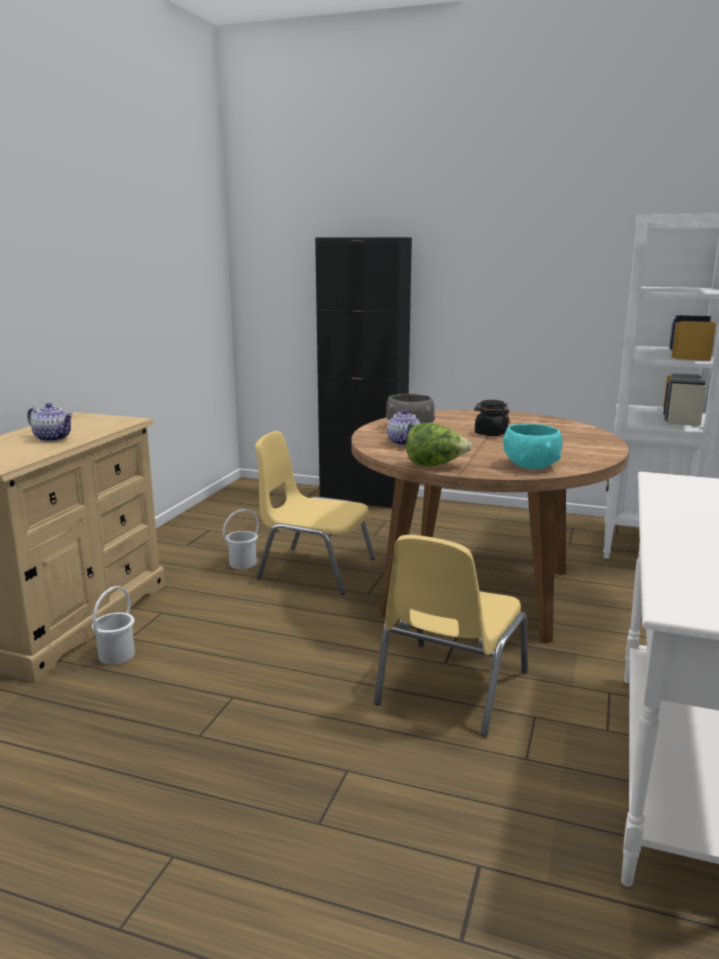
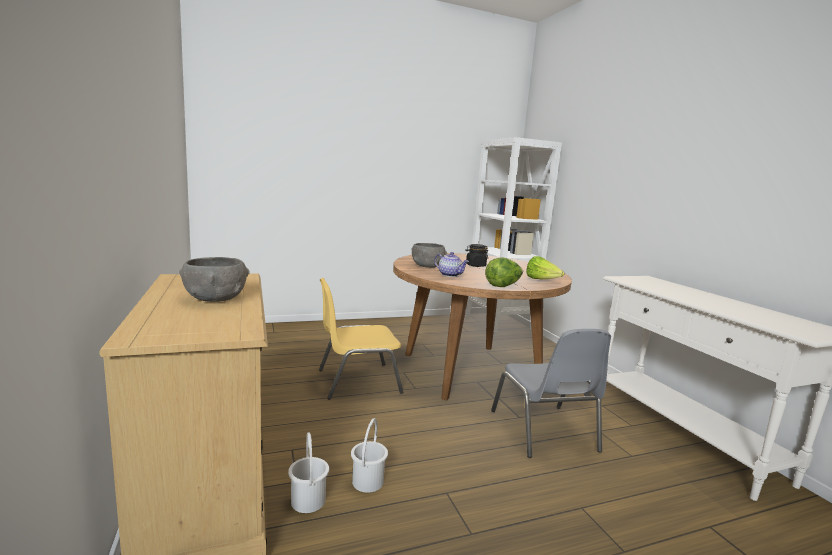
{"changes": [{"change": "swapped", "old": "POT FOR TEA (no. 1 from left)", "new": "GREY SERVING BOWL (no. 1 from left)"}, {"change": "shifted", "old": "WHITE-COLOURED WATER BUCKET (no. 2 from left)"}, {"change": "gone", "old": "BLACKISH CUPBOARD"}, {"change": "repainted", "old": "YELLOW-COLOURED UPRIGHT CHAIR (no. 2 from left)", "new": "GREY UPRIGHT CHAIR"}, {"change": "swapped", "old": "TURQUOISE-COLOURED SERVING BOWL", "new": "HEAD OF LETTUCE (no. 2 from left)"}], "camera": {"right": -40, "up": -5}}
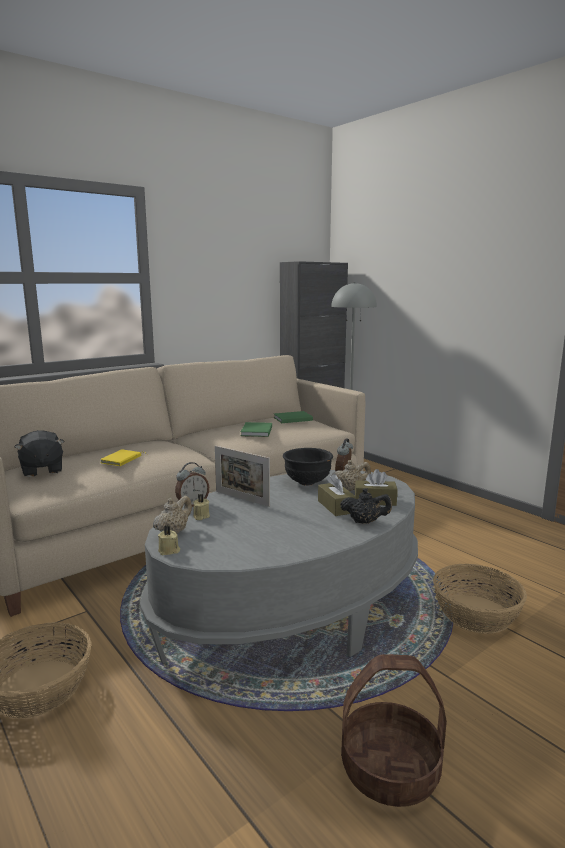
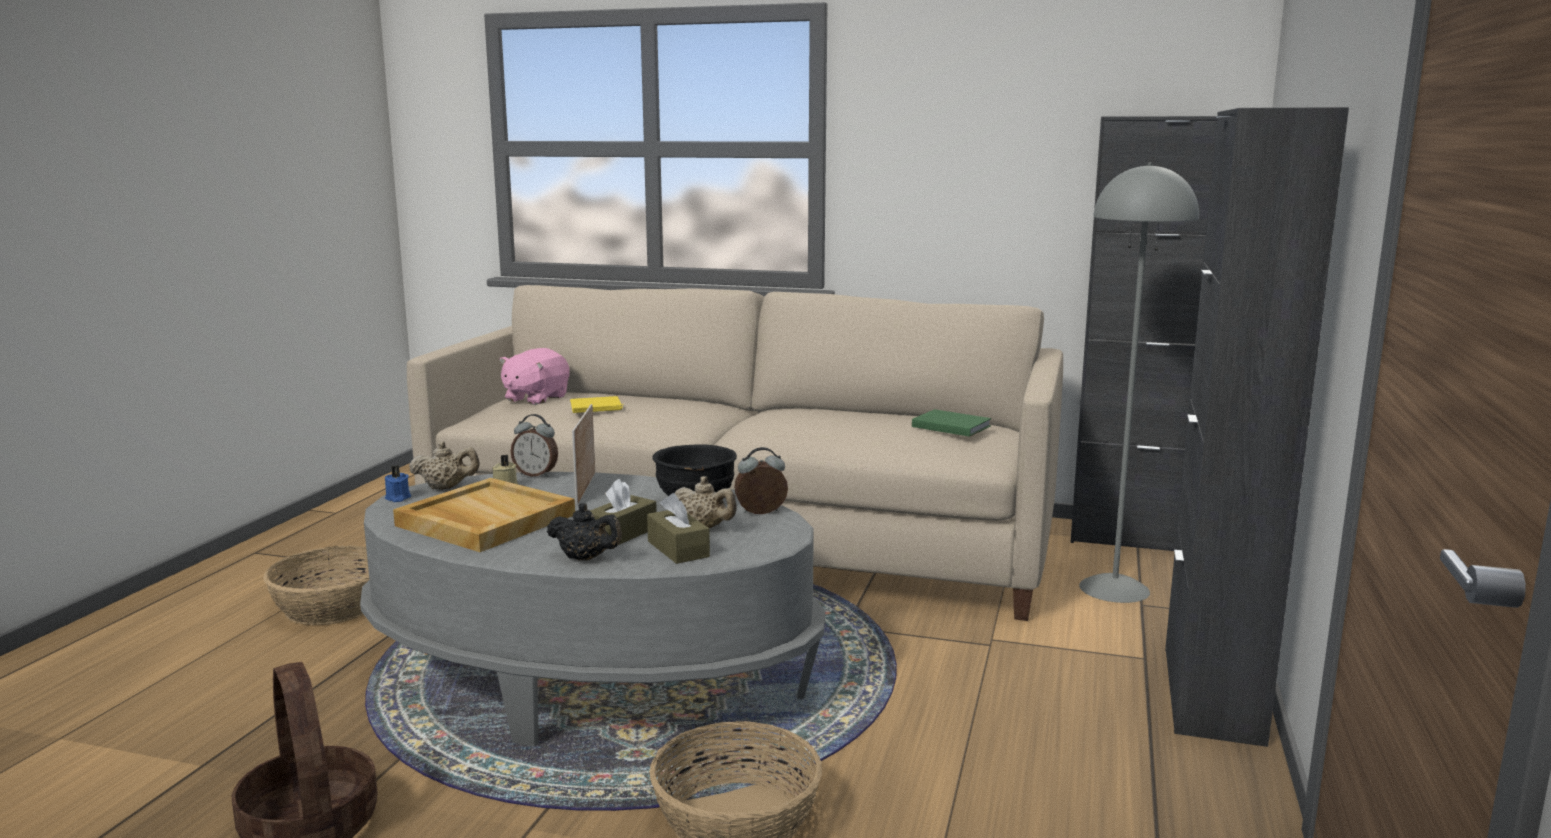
{"changes": [{"change": "repainted", "old": "BLACKISH SOFT TOY", "new": "PINK-COLOURED SOFT TOY"}, {"change": "repainted", "old": "BEIGE WAX CANDLE (no. 1 from left)", "new": "BLUE-COLOURED WAX CANDLE"}, {"change": "gone", "old": "GREEN BOOK (no. 1 from left)"}, {"change": "rotated", "old": "BLACKISH POT FOR TEA", "degrees": -45}, {"change": "new", "new": "BEIGE SERVING TRAY"}, {"change": "new", "new": "BLACKISH CUPBOARD (no. 2 from left)"}], "camera": {"right": 55, "up": 0}}
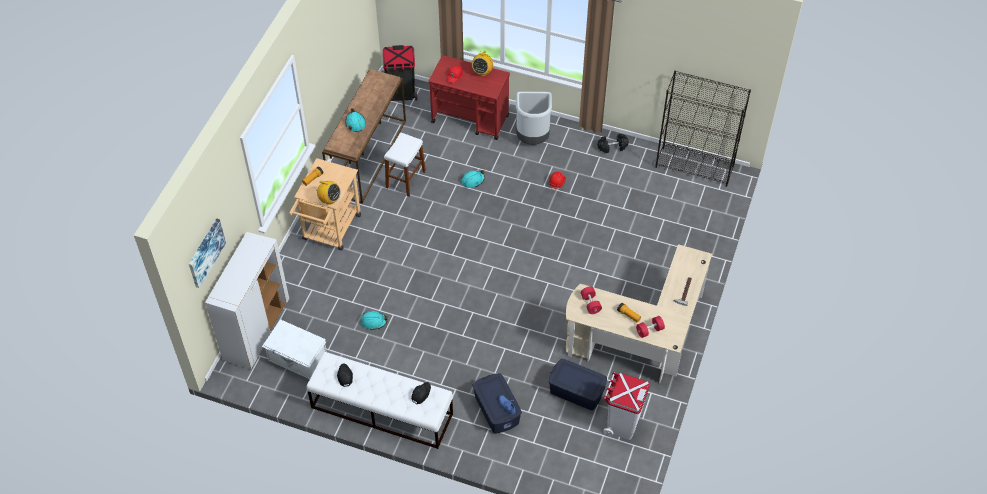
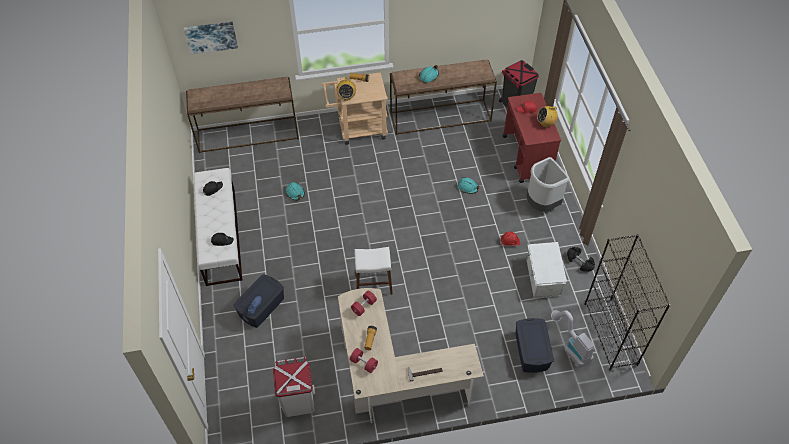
{"changes": [{"change": "swapped", "old": "WHITE-COLOURED CUPBOARD", "new": "BROWNISH NARROW TABLE (no. 1 from left)"}, {"change": "shifted", "old": "WHITE-COLOURED STORAGE BIN"}, {"change": "shifted", "old": "WHITE-COLOURED SITTING STOOL"}, {"change": "shifted", "old": "BLUE-COLOURED STORAGE BIN (no. 2 from left)"}, {"change": "new", "new": "VACUUM CLEANER"}], "camera": {"right": 60, "up": 0}}
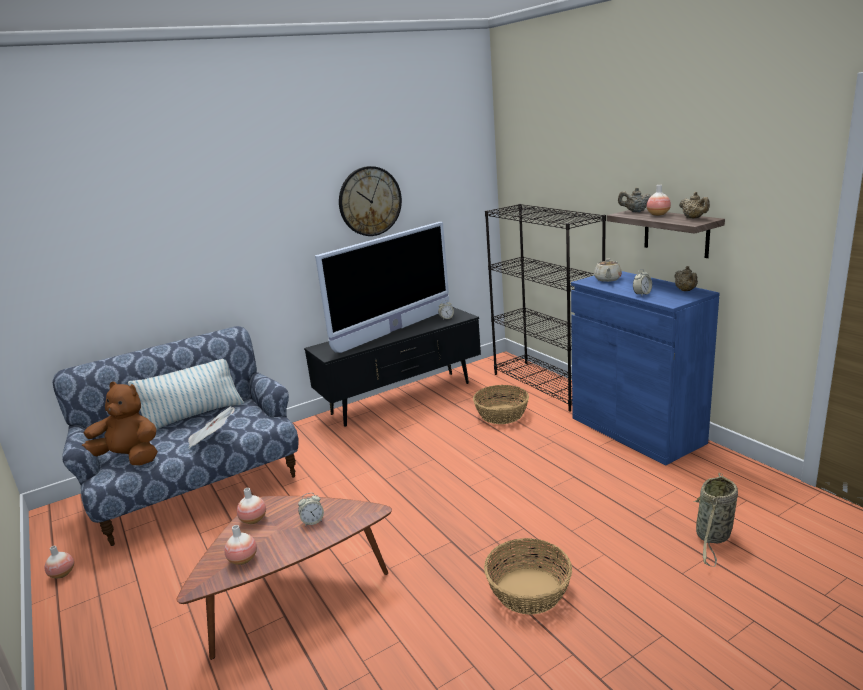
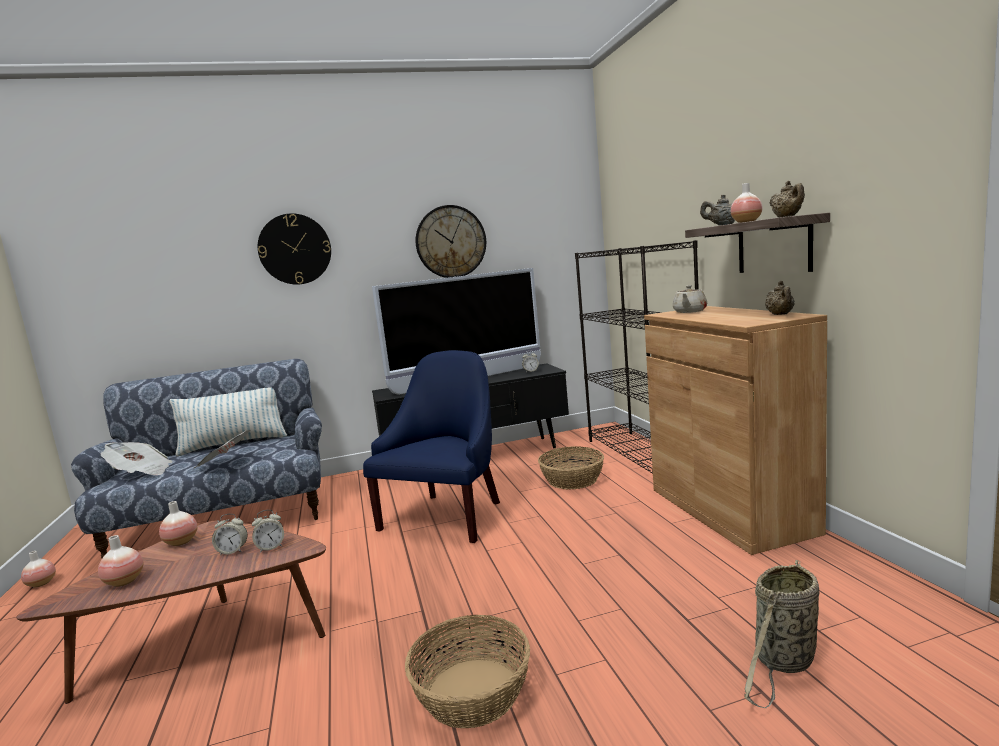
{"changes": [{"change": "swapped", "old": "BROWNISH SOFT TOY", "new": "NEWSPAPER (no. 1 from left)"}, {"change": "repainted", "old": "BLUE-COLOURED CUPBOARD", "new": "BROWNISH CUPBOARD"}, {"change": "shifted", "old": "BEDSIDE CLOCK (no. 3 from left in the first image)", "new": "BEDSIDE CLOCK (no. 2 from left)"}, {"change": "new", "new": "WALL CLOCK (no. 1 from left)"}, {"change": "new", "new": "BLUE-COLOURED ARMCHAIR"}], "camera": {"right": 15, "up": -10}}
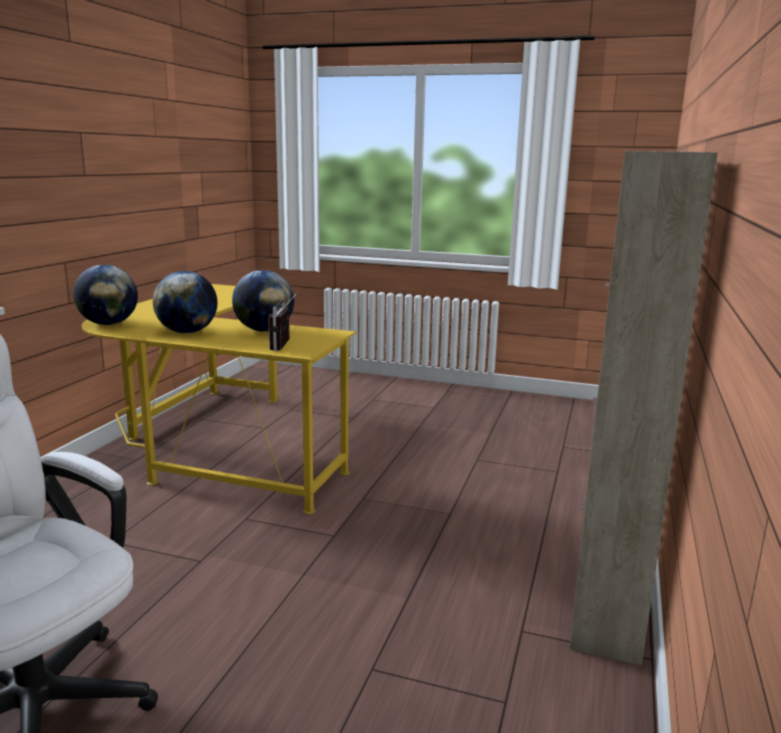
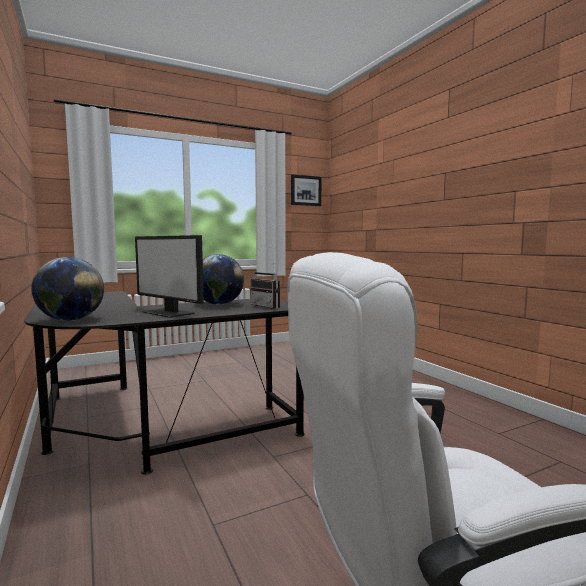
{"changes": [{"change": "repainted", "old": "YELLOW-COLOURED DESK UNIT", "new": "BLACKISH DESK UNIT"}, {"change": "swapped", "old": "WORLD GLOBE (no. 2 from left)", "new": "MONITOR"}, {"change": "gone", "old": "BEIGE CUPBOARD"}, {"change": "new", "new": "WALL PICTURE"}], "camera": {"right": -45, "up": -10}}
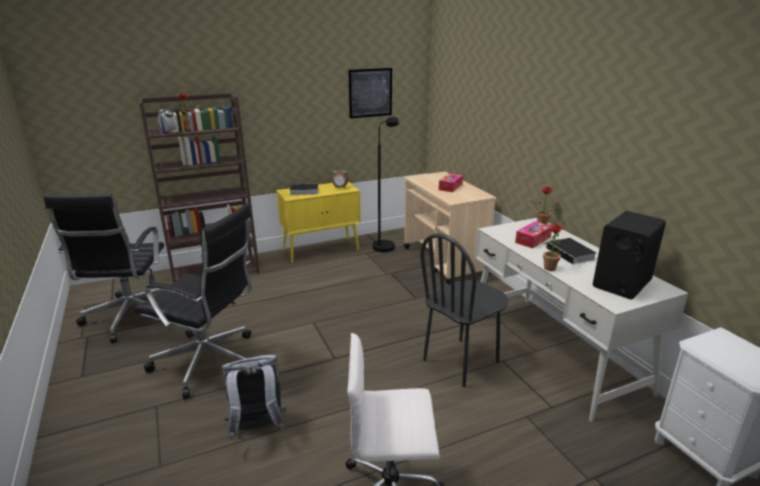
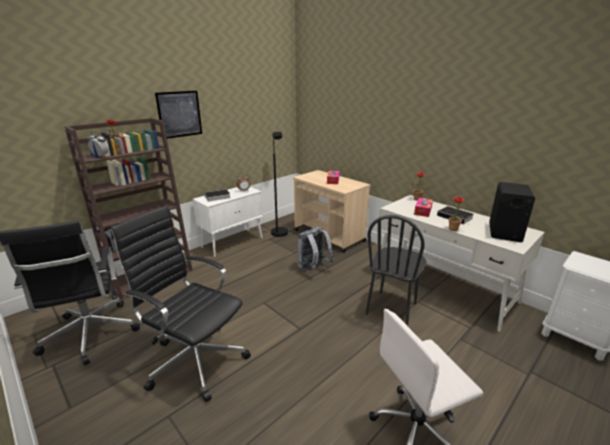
{"changes": [{"change": "rotated", "old": "BLACKISH COMPUTER CHAIR (no. 2 from left)", "degrees": -150}, {"change": "shifted", "old": "GREY BACKPACK"}, {"change": "repainted", "old": "YELLOW-COLOURED CUPBOARD", "new": "WHITE-COLOURED CUPBOARD"}, {"change": "shifted", "old": "WALL PICTURE"}], "camera": {"right": -20, "up": 0}}
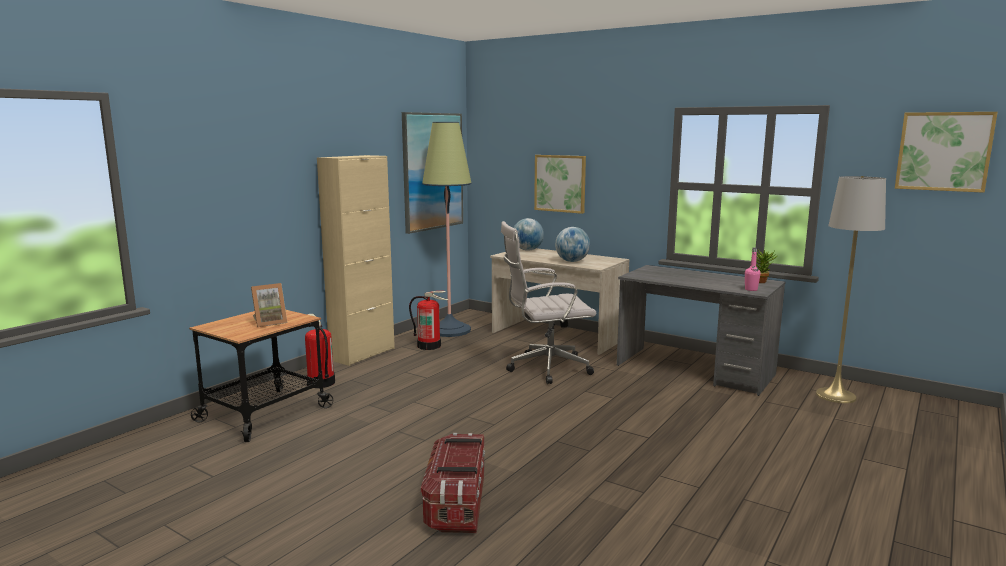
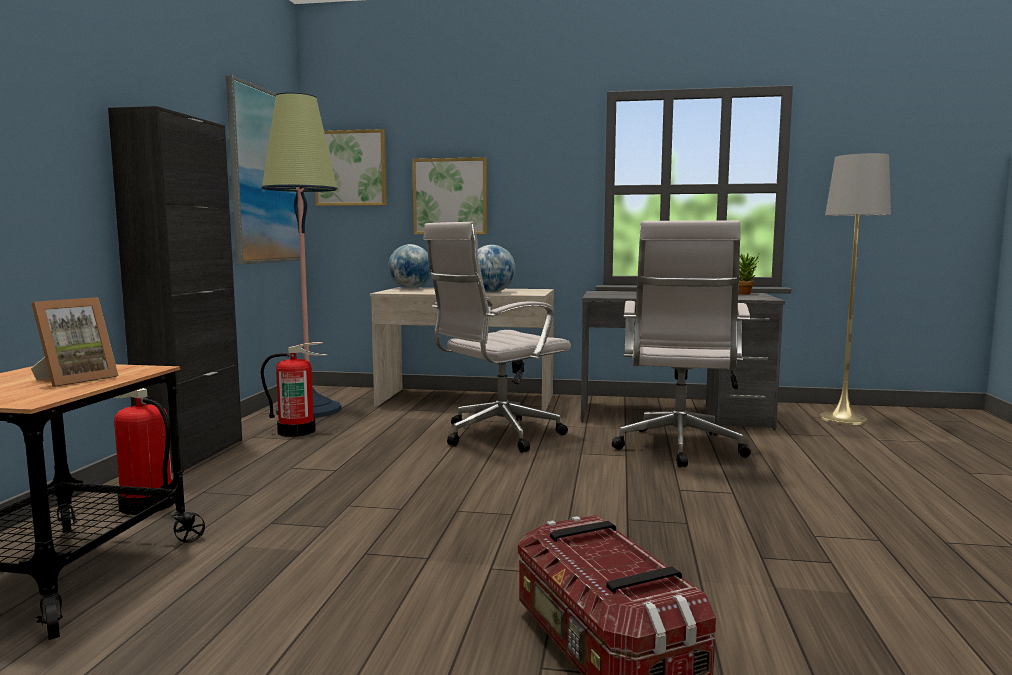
{"changes": [{"change": "repainted", "old": "BEIGE CUPBOARD", "new": "BLACKISH CUPBOARD"}, {"change": "gone", "old": "PINK-COLOURED DRINK BOTTLE"}, {"change": "shifted", "old": "WALL PICTURE (no. 3 from left in the first image)", "new": "WALL PICTURE (no. 2 from left)"}, {"change": "new", "new": "WHITE-COLOURED COMPUTER CHAIR (no. 2 from left)"}], "camera": {"right": -25, "up": -5}}
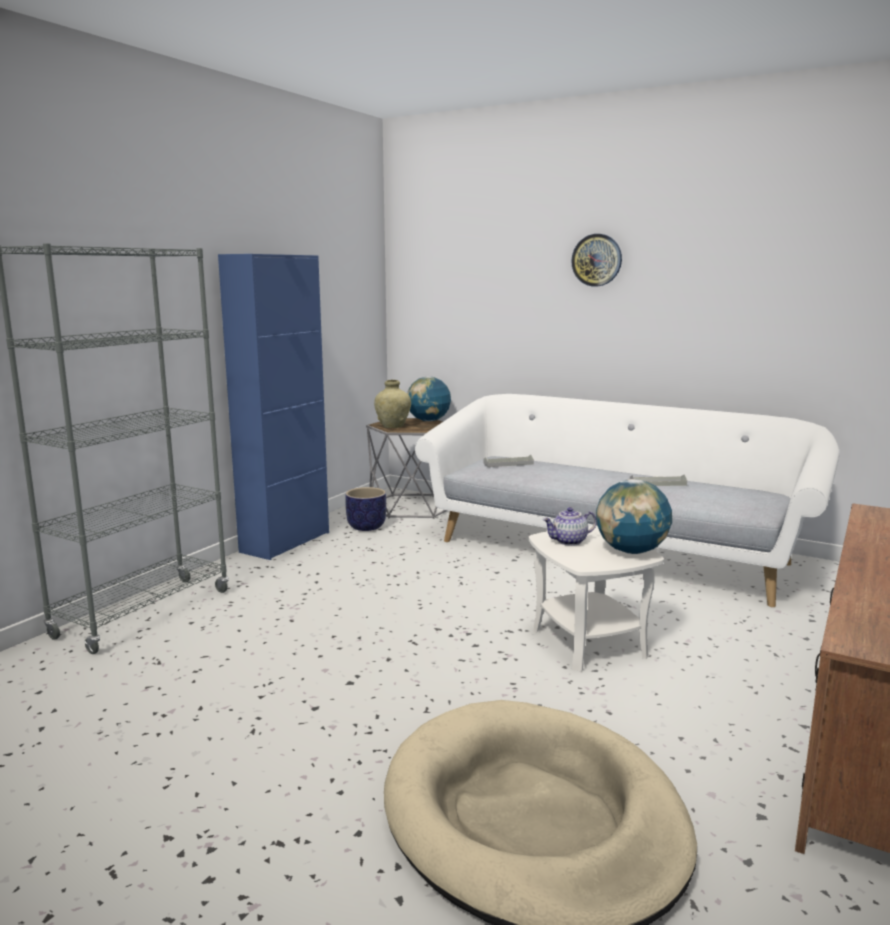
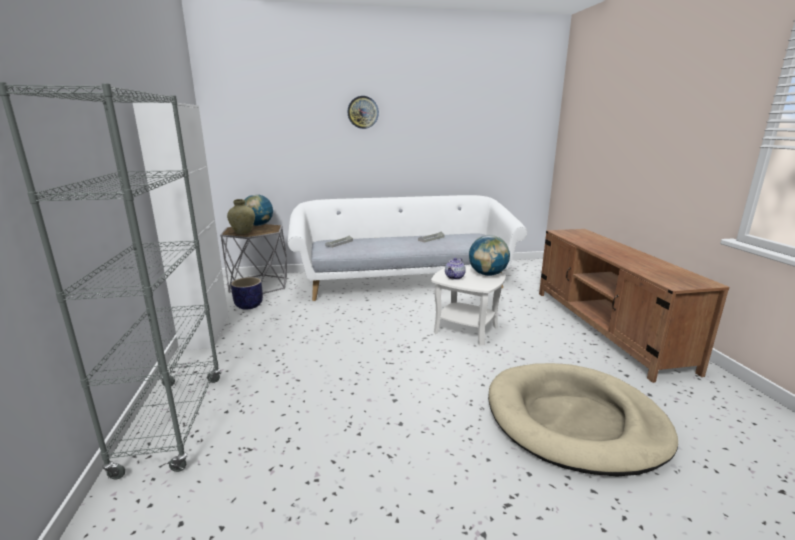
{"changes": [{"change": "repainted", "old": "BLUE-COLOURED CUPBOARD", "new": "WHITE-COLOURED CUPBOARD"}], "camera": {"right": -40, "up": 5}}
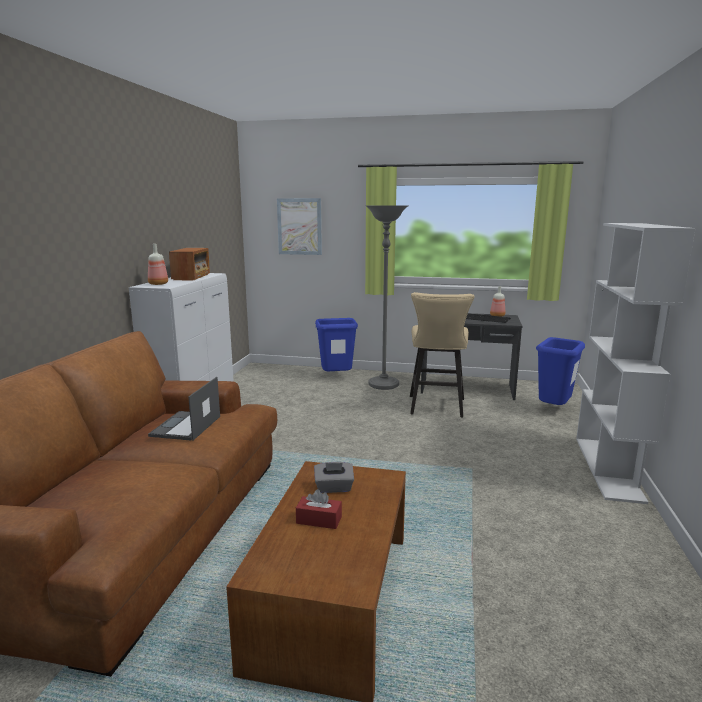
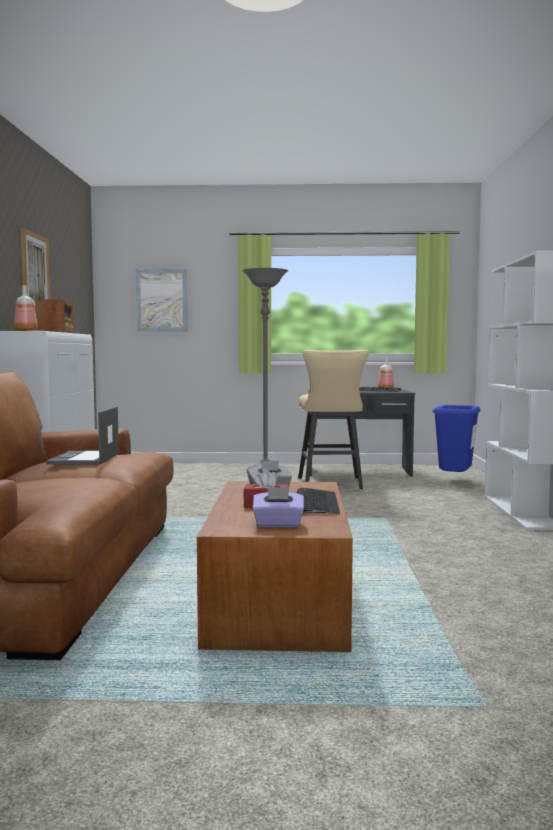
{"changes": [{"change": "gone", "old": "BLUE-COLOURED RUBBISH BIN (no. 1 from left)"}, {"change": "new", "new": "WALL PICTURE (no. 1 from left)"}, {"change": "new", "new": "PURPLE TISSUE HOLDER"}, {"change": "new", "new": "KEYBOARD (no. 1 from left)"}], "camera": {"right": -10, "up": -10}}
